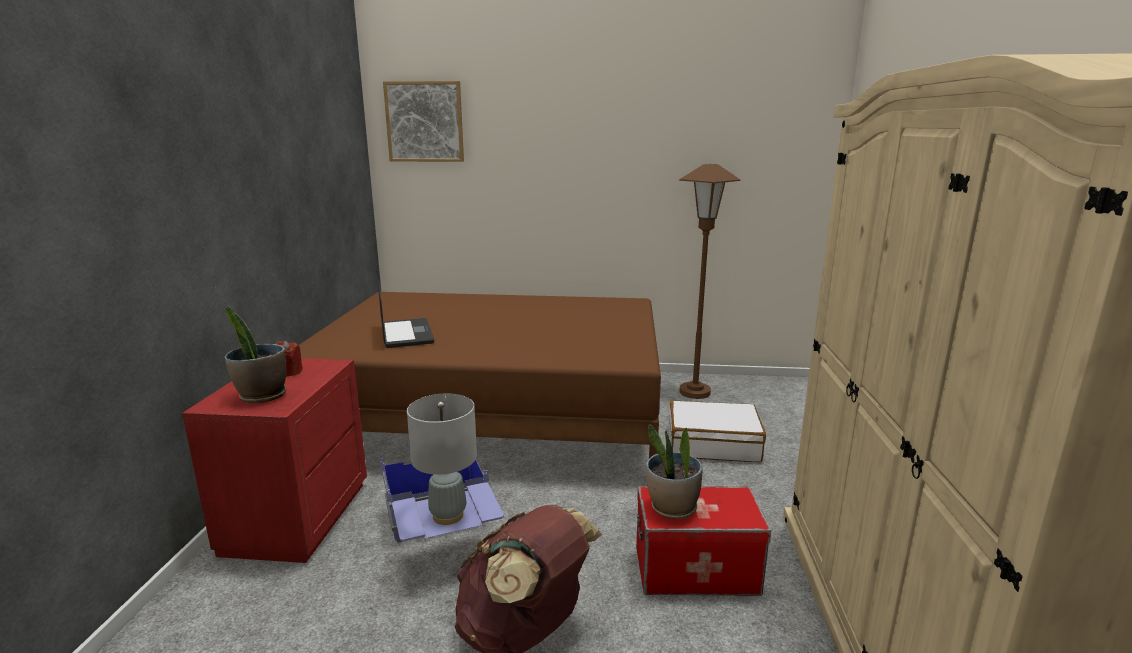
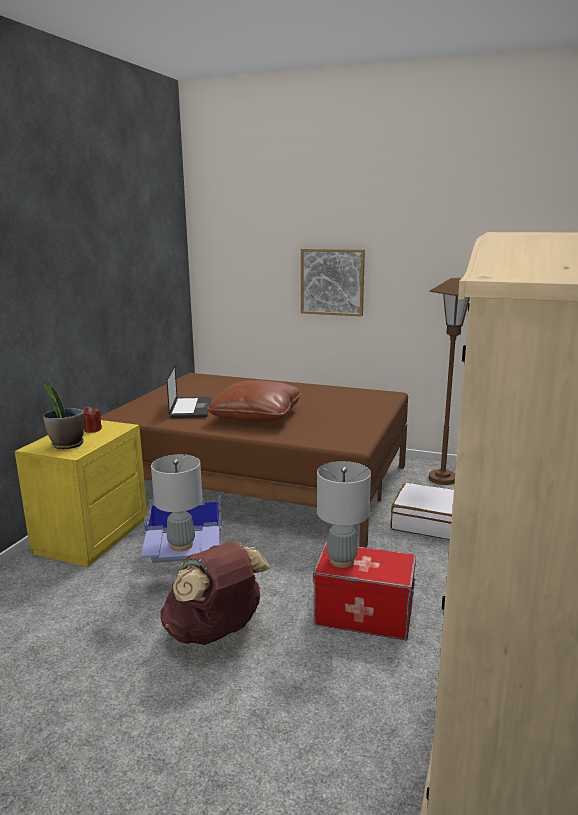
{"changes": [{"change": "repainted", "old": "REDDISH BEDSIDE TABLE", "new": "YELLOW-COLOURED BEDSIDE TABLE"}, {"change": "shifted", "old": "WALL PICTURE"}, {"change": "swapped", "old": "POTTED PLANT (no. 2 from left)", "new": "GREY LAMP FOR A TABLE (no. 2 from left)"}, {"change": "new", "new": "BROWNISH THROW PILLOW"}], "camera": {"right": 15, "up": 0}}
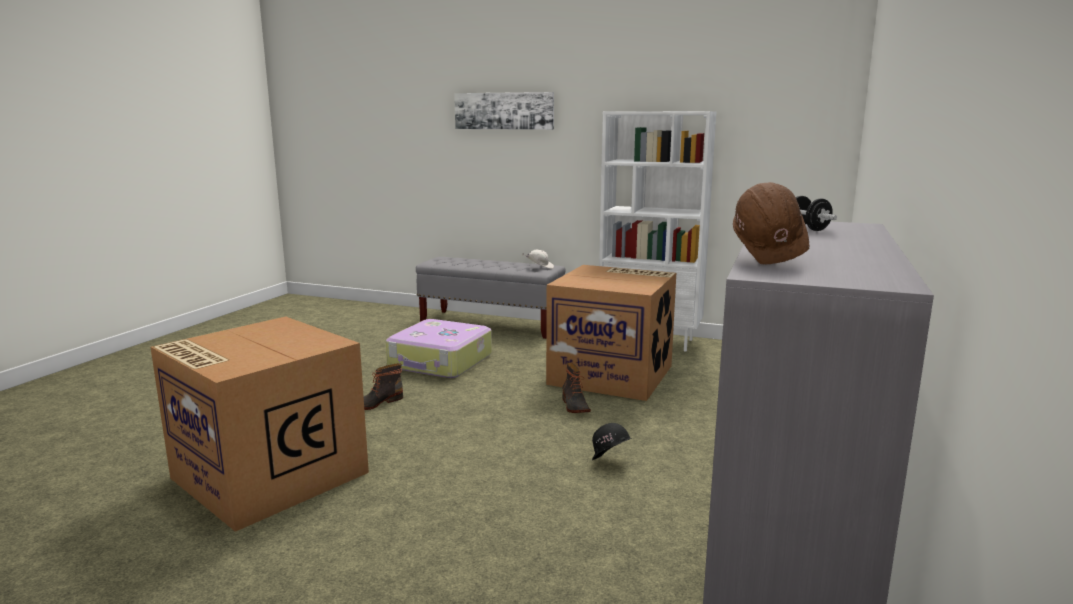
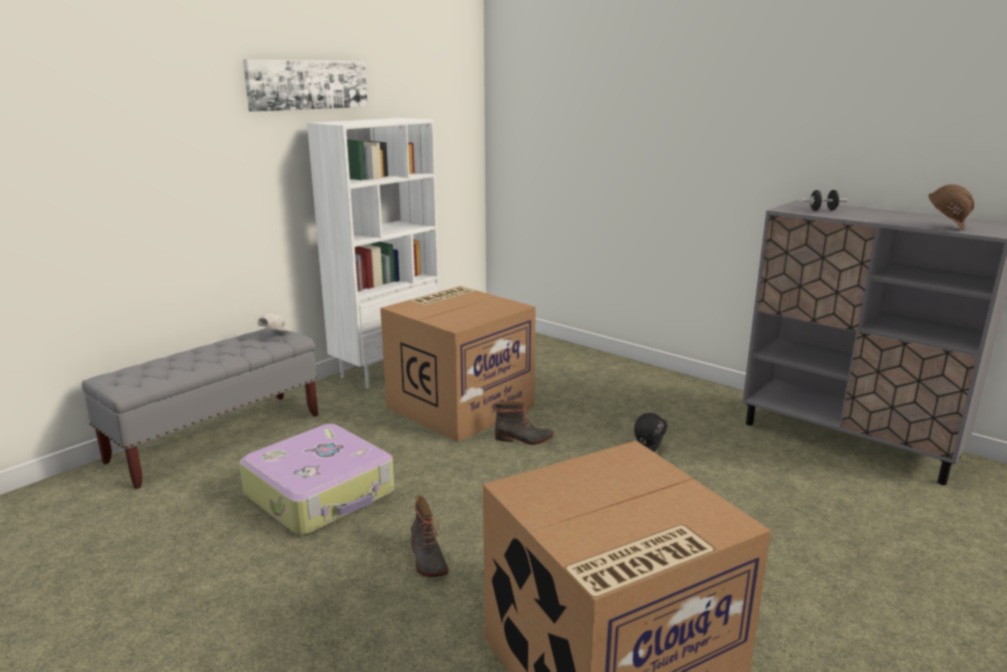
{"changes": [{"change": "shifted", "old": "WALL PICTURE"}], "camera": {"right": -70, "up": 5}}
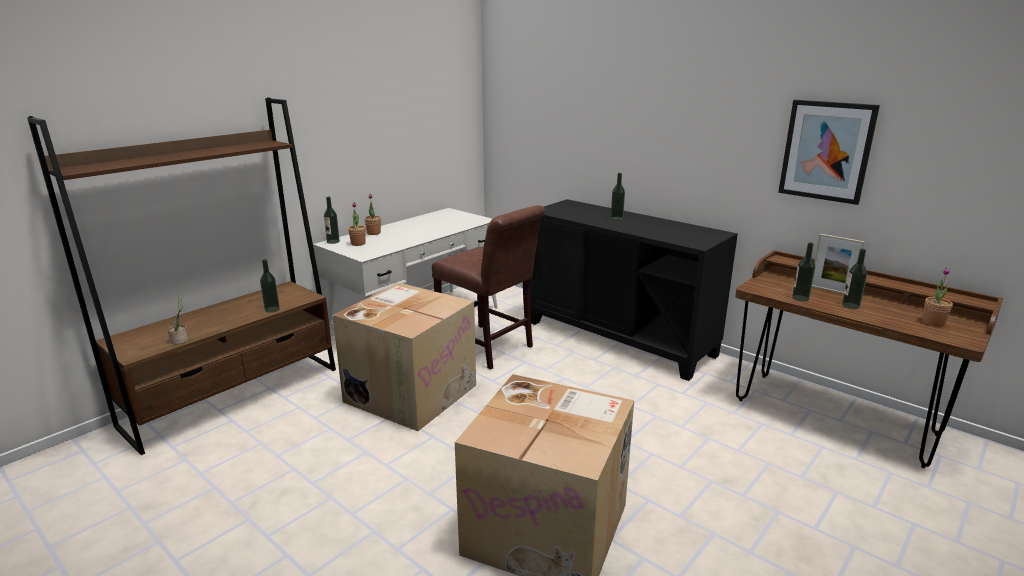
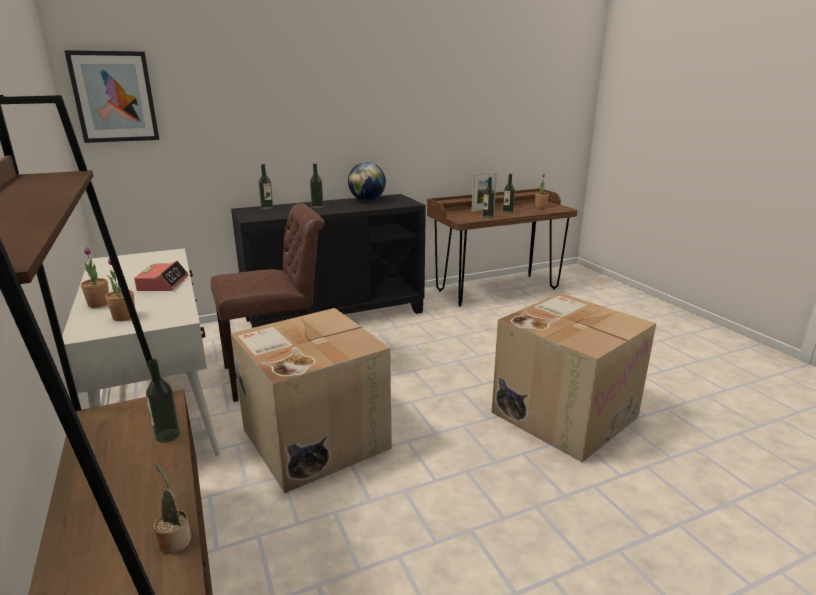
{"changes": [{"change": "shifted", "old": "DRINK BOTTLE (no. 2 from left)"}, {"change": "shifted", "old": "WALL PICTURE"}, {"change": "new", "new": "BEDSIDE CLOCK"}, {"change": "new", "new": "WORLD GLOBE"}], "camera": {"right": -65, "up": 0}}
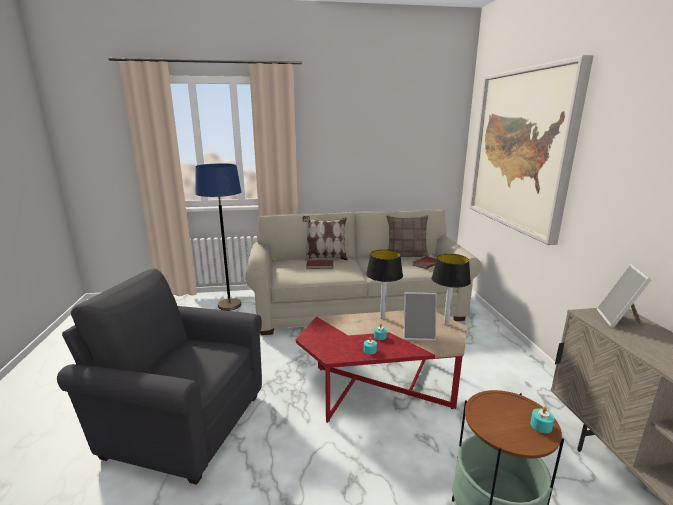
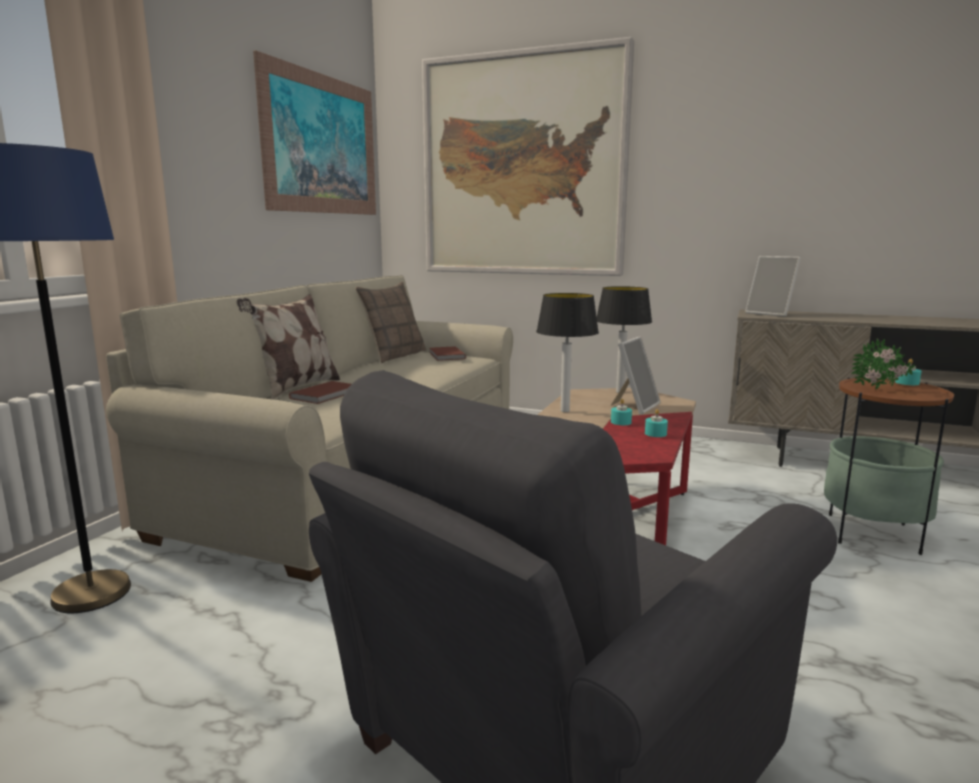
{"changes": [{"change": "new", "new": "WALL PICTURE (no. 1 from left)"}, {"change": "new", "new": "POTTED PLANT"}], "camera": {"right": -60, "up": -5}}
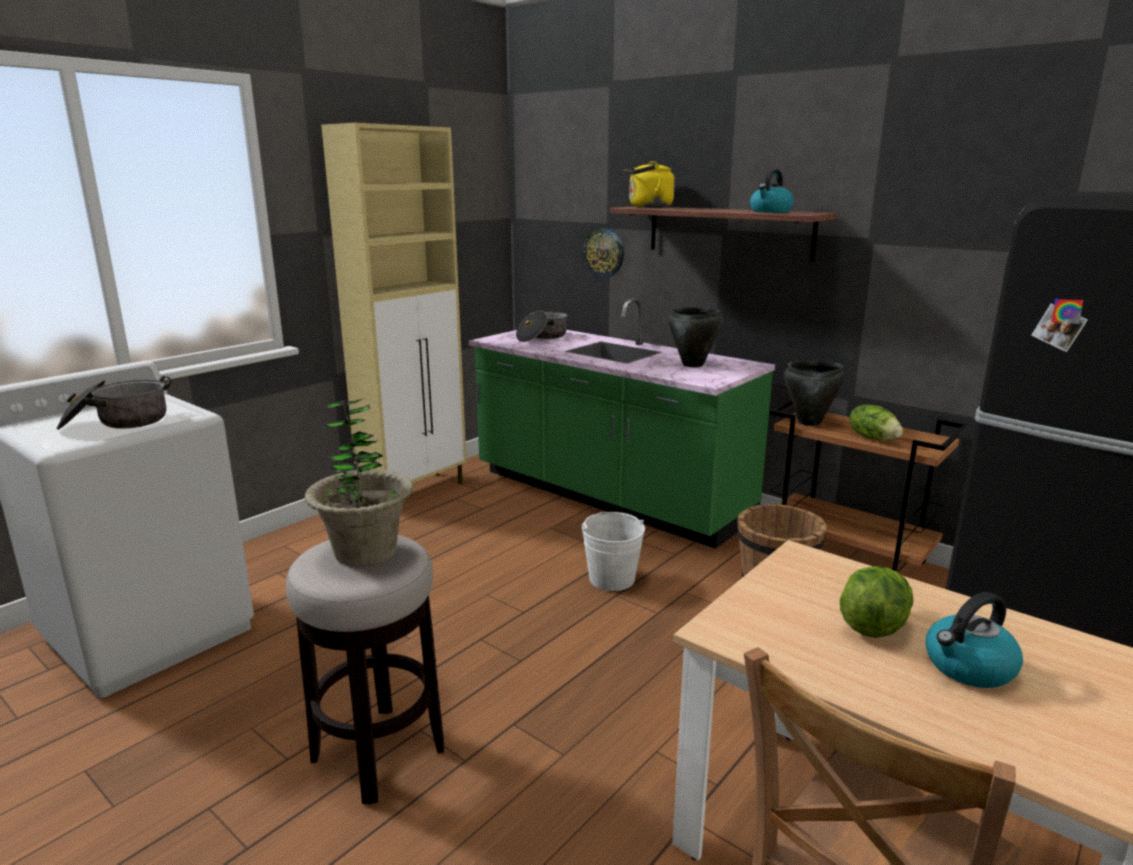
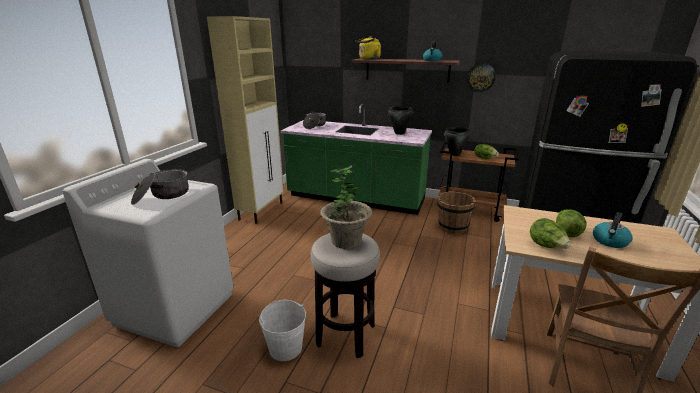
{"changes": [{"change": "shifted", "old": "WALL CLOCK"}, {"change": "shifted", "old": "WHITE-COLOURED WATER BUCKET"}, {"change": "new", "new": "HEAD OF LETTUCE (no. 2 from left)"}], "camera": {"right": -20, "up": 5}}
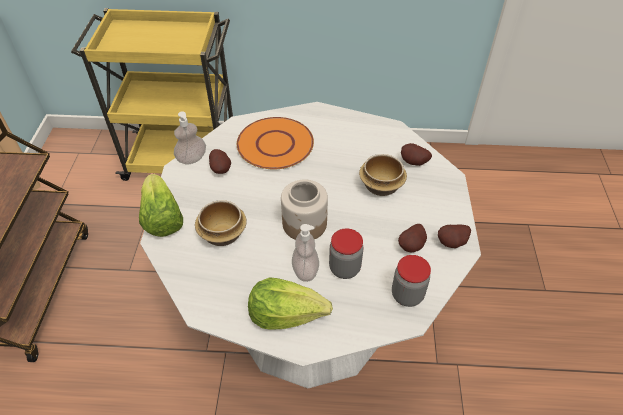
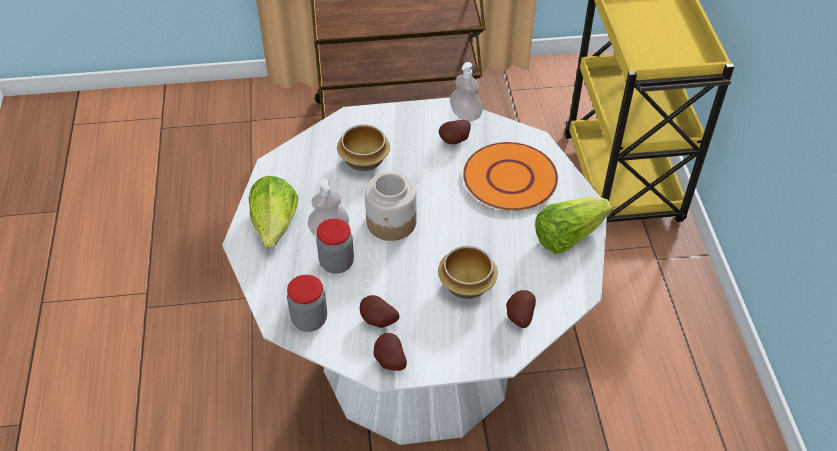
{"changes": [{"change": "shifted", "old": "HEAD OF LETTUCE (no. 1 from left in the first image)", "new": "HEAD OF LETTUCE (no. 2 from left)"}], "camera": {"right": 80, "up": 0}}
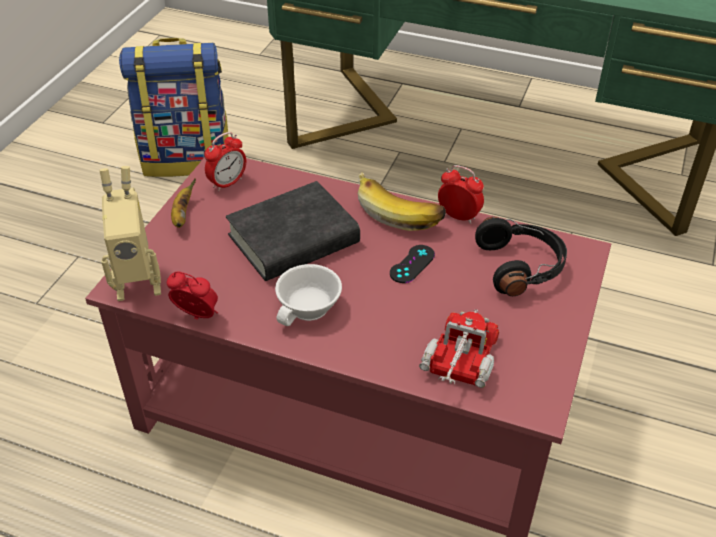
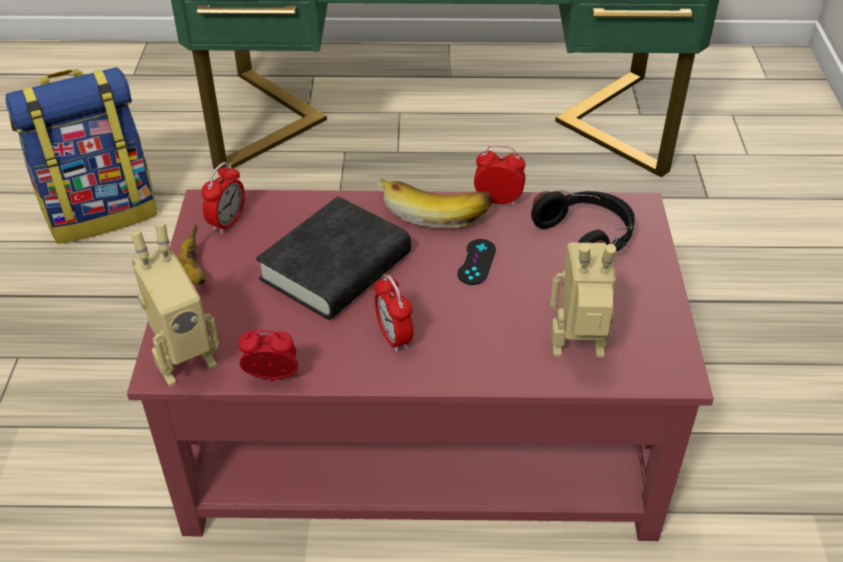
{"changes": [{"change": "swapped", "old": "WHITE-COLOURED CUP", "new": "BEDSIDE CLOCK (no. 3 from left)"}, {"change": "swapped", "old": "TOY LORRY", "new": "MODEL ROBOT (no. 2 from left)"}], "camera": {"right": -20, "up": 0}}
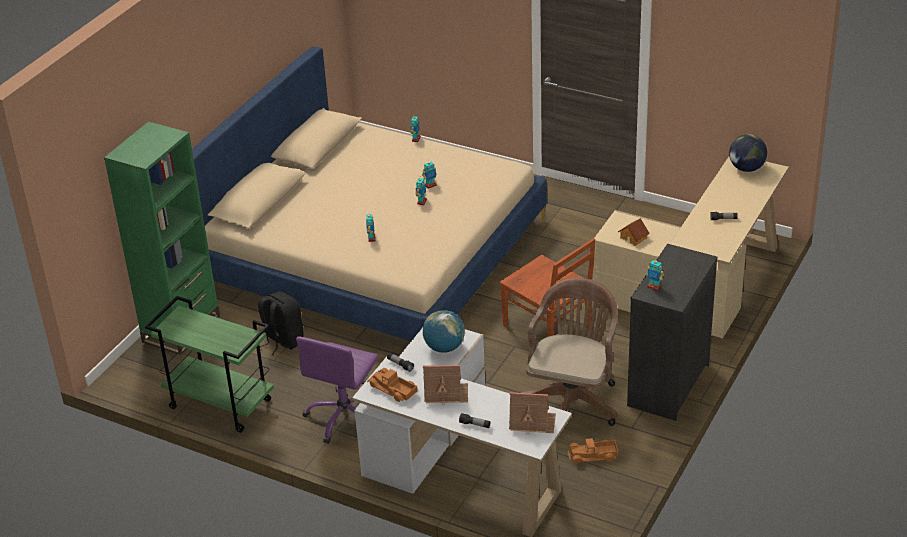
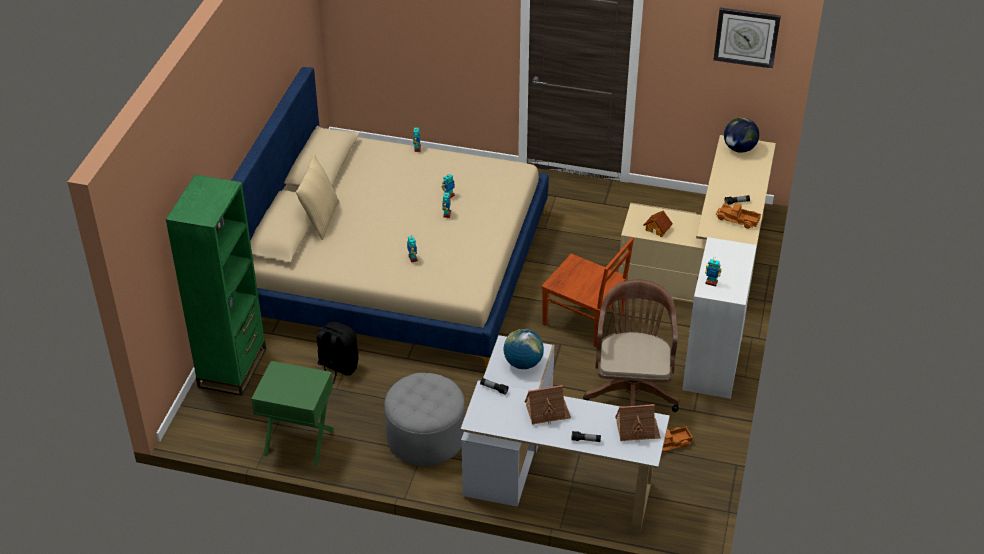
{"changes": [{"change": "swapped", "old": "GREEN WHEELED CART", "new": "GREEN BEDSIDE TABLE"}, {"change": "swapped", "old": "PURPLE COMPUTER CHAIR", "new": "GREY FOOTREST"}, {"change": "shifted", "old": "TOY LORRY (no. 1 from left in the first image)", "new": "TOY LORRY (no. 2 from left)"}, {"change": "repainted", "old": "BLACKISH CHEST OF DRAWERS", "new": "WHITE-COLOURED CHEST OF DRAWERS"}, {"change": "new", "new": "BEIGE THROW PILLOW"}, {"change": "new", "new": "WALL CLOCK"}], "camera": {"right": -15, "up": 5}}
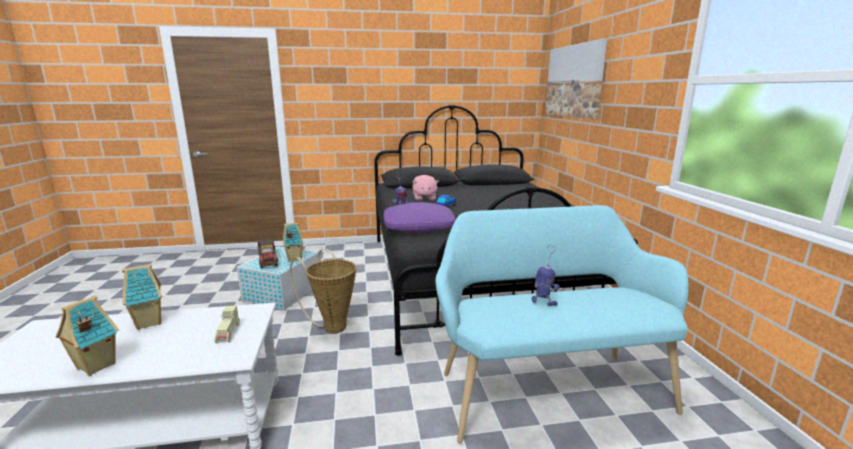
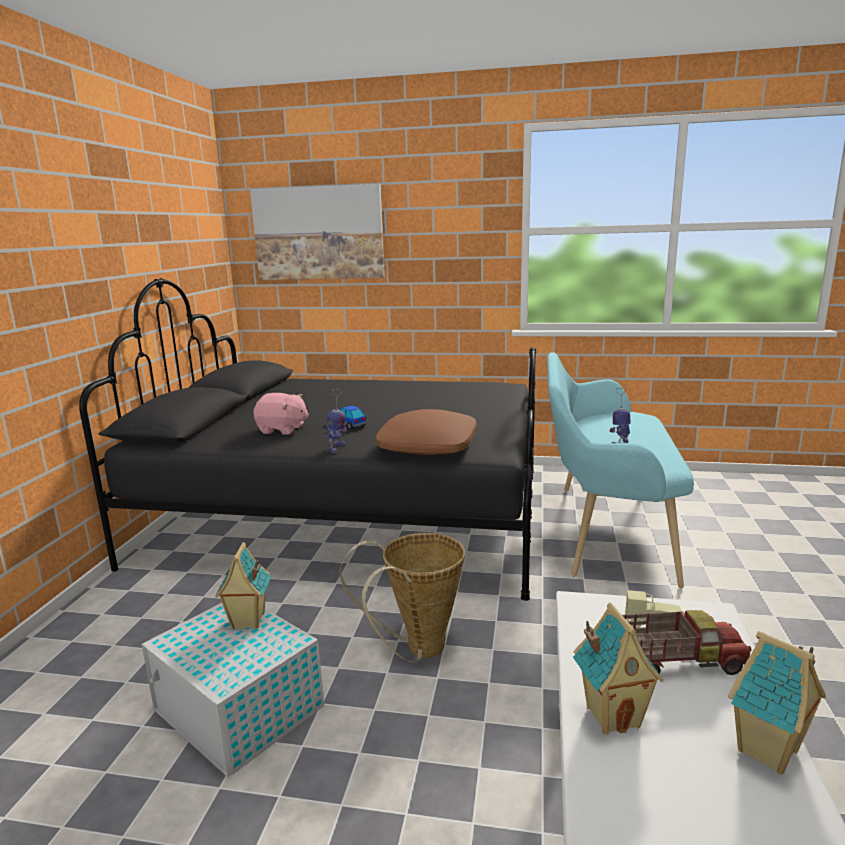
{"changes": [{"change": "shifted", "old": "TOY LORRY"}, {"change": "repainted", "old": "PURPLE THROW PILLOW", "new": "BROWNISH THROW PILLOW"}], "camera": {"right": -70, "up": 0}}
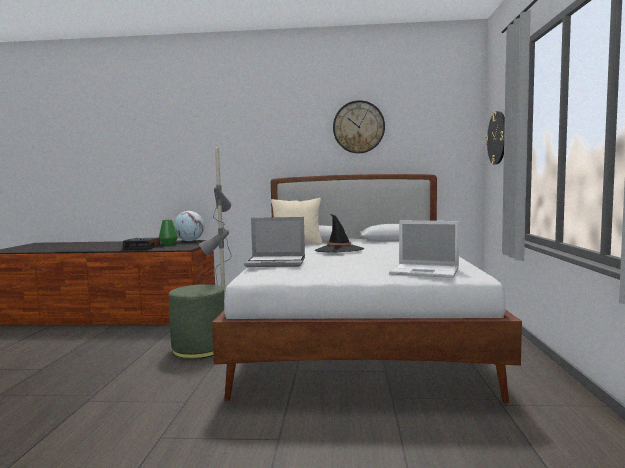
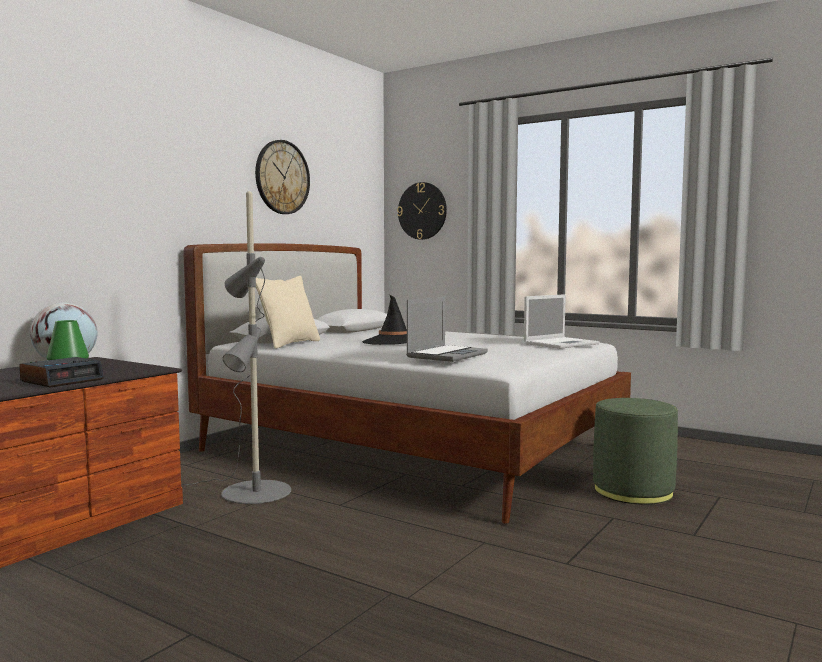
{"changes": [{"change": "shifted", "old": "GREEN FOOTREST"}], "camera": {"right": -60, "up": 0}}
